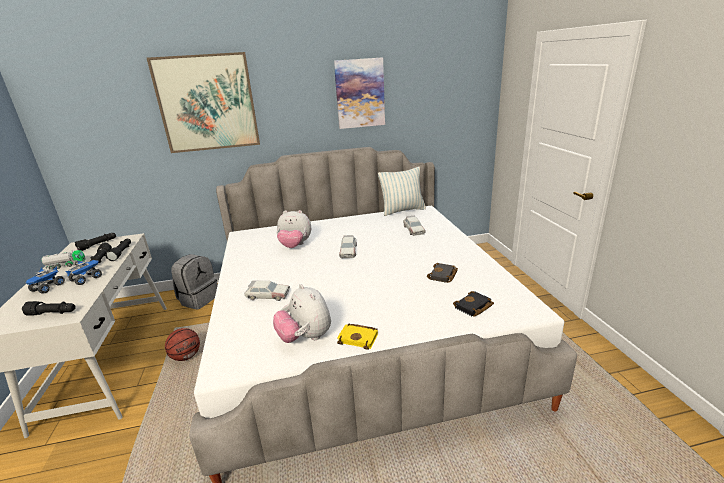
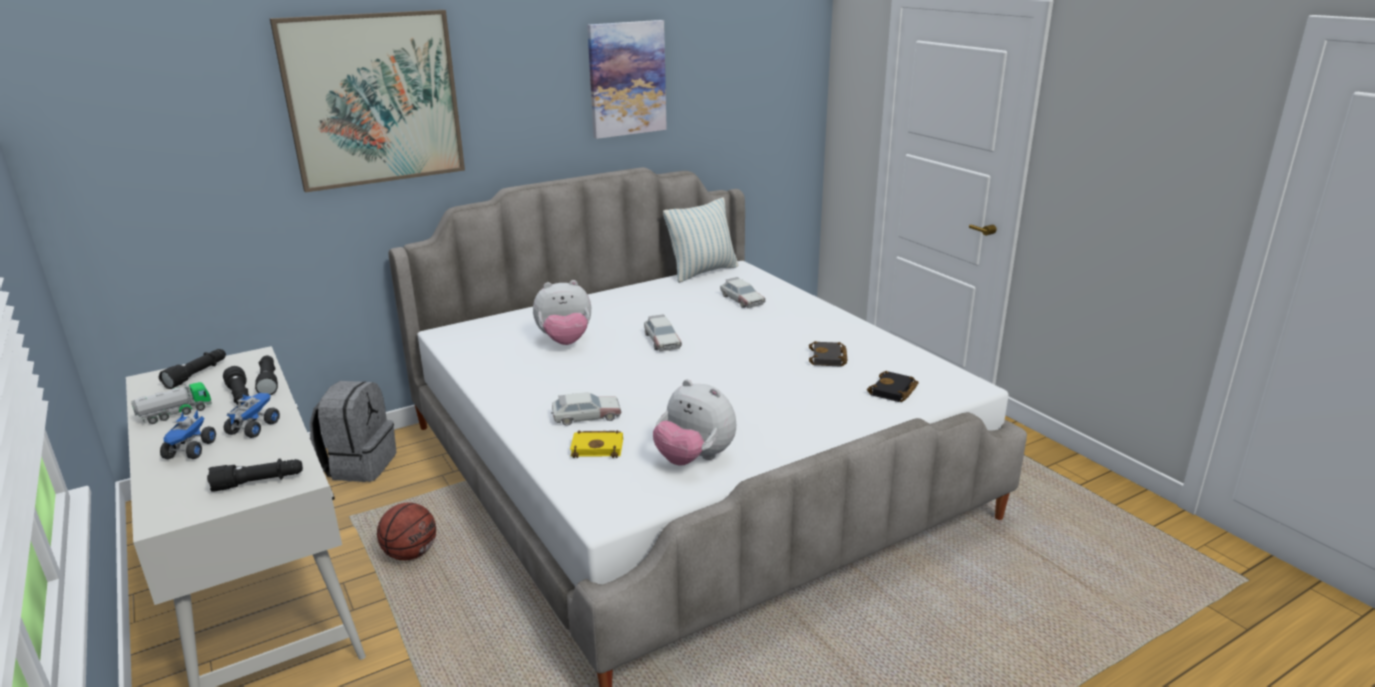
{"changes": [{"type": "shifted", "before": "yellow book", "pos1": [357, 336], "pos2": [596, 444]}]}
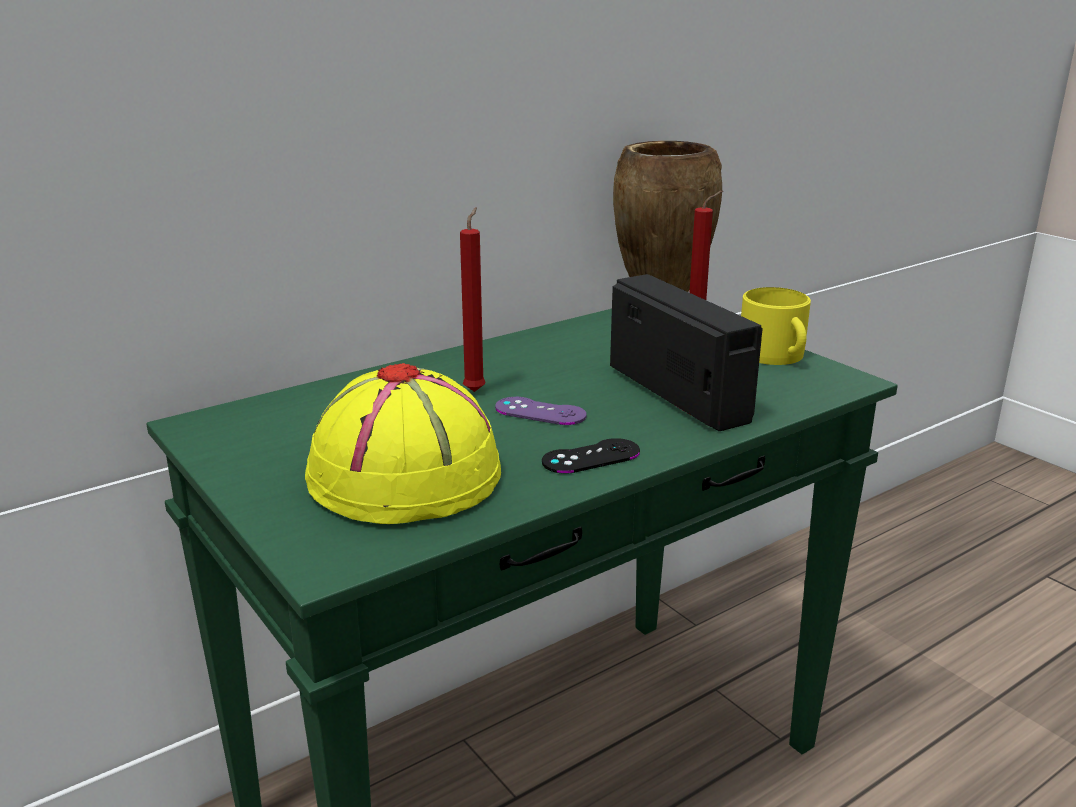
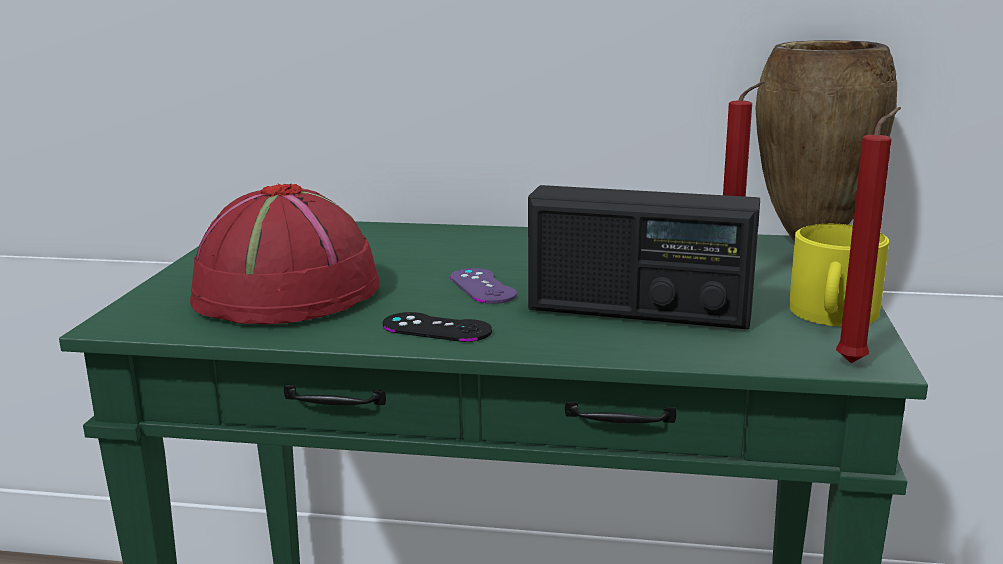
{"changes": [{"type": "repainted", "before": "yellow hat", "after": "red hat", "pos1": [403, 443], "pos2": [285, 254]}, {"type": "shifted", "before": "red candle", "pos1": [472, 299], "pos2": [868, 235]}, {"type": "rotated", "before": "radio", "pos1": [686, 352], "pos2": [644, 257], "turn": 90}]}
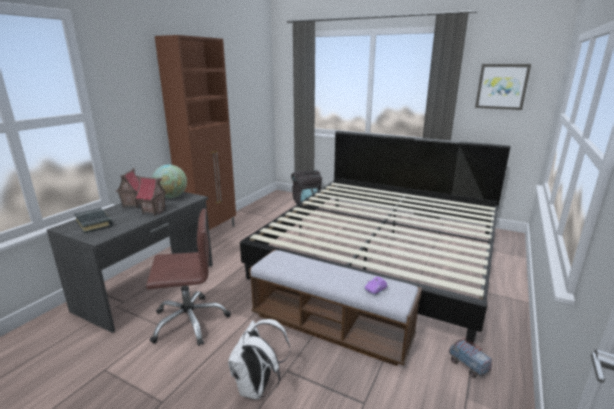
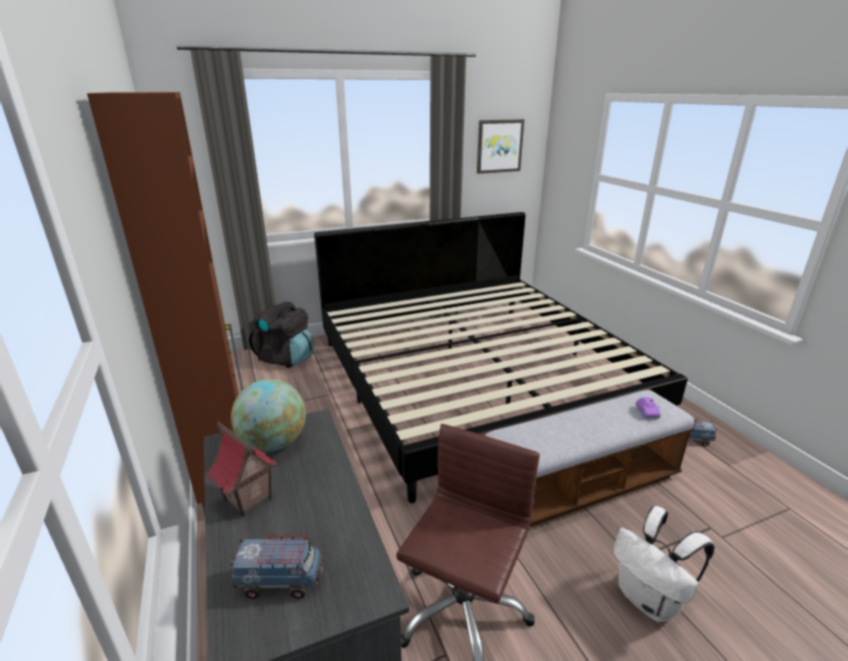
{"changes": [{"type": "swapped", "before": "black book", "after": "toy truck", "pos1": [93, 220], "pos2": [277, 566]}, {"type": "gone", "before": "toy house", "pos1": [151, 196]}]}
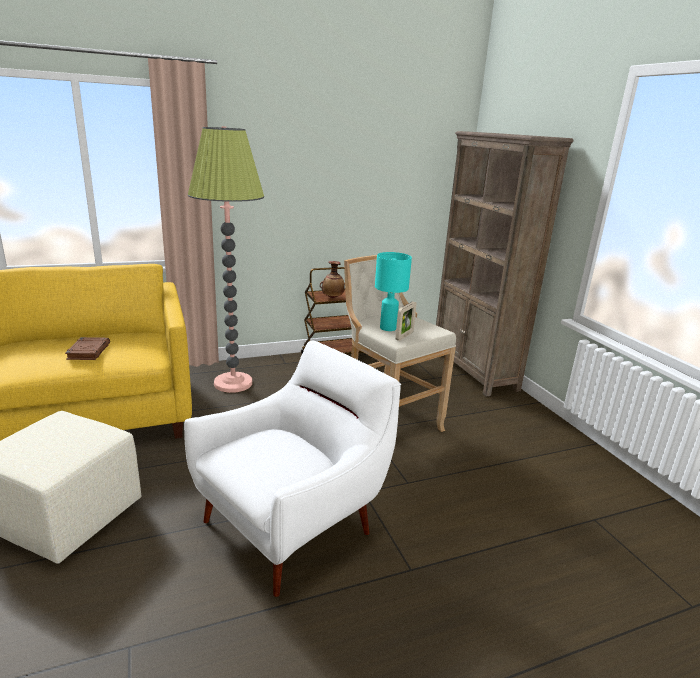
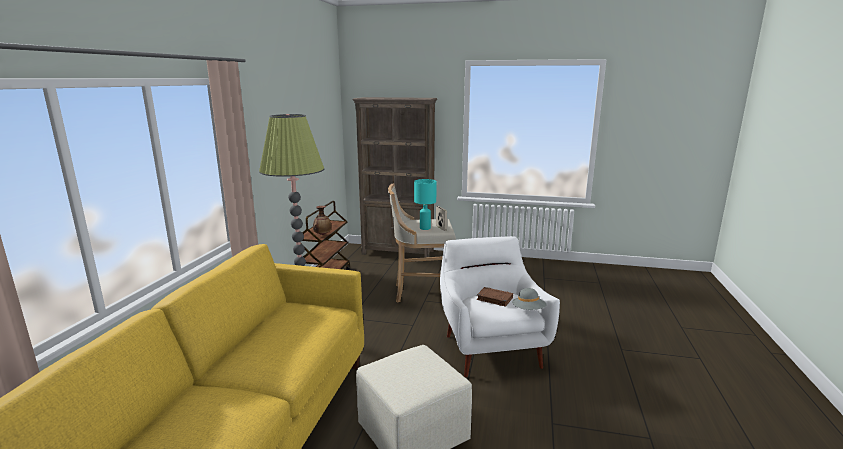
{"changes": [{"type": "shifted", "before": "brown book", "pos1": [87, 348], "pos2": [495, 297]}, {"type": "new", "after": "grey hat", "pos2": [529, 299]}]}
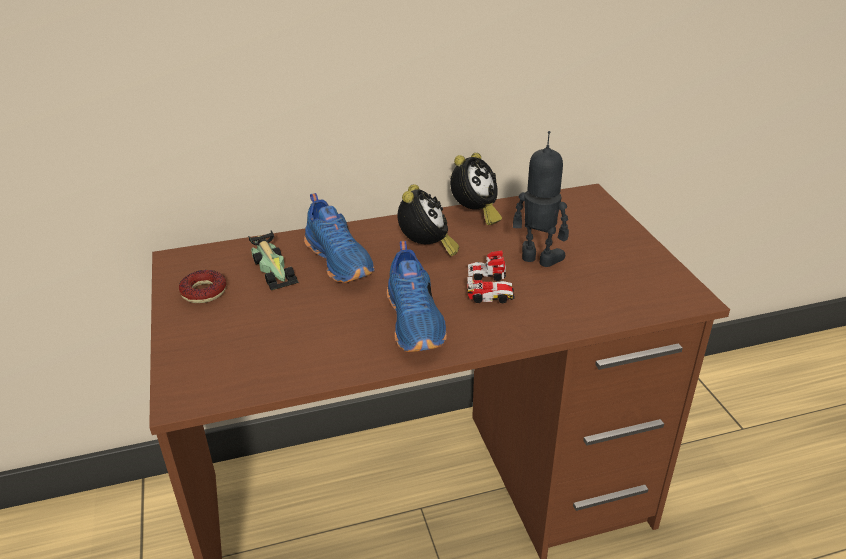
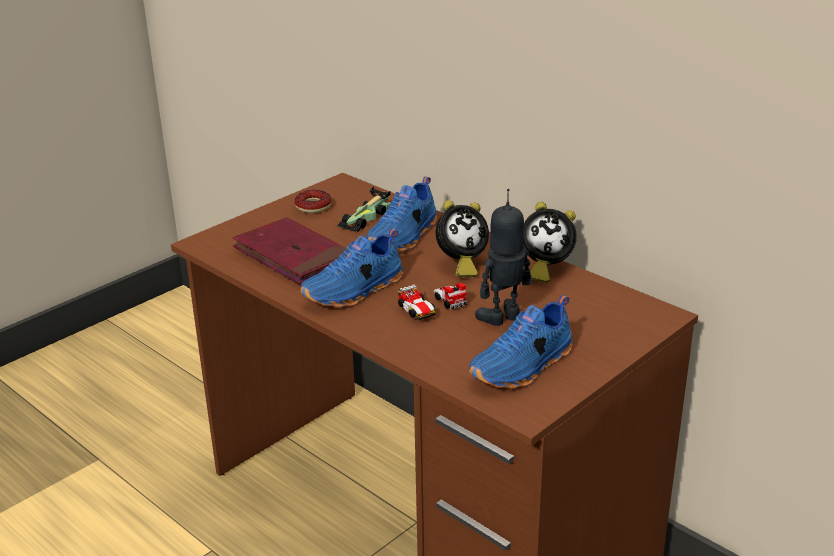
{"changes": [{"type": "rotated", "before": "toy robot", "pos1": [541, 199], "pos2": [503, 257], "turn": -120}, {"type": "new", "after": "red book", "pos2": [290, 251]}, {"type": "new", "after": "blue shoe", "pos2": [521, 342]}]}
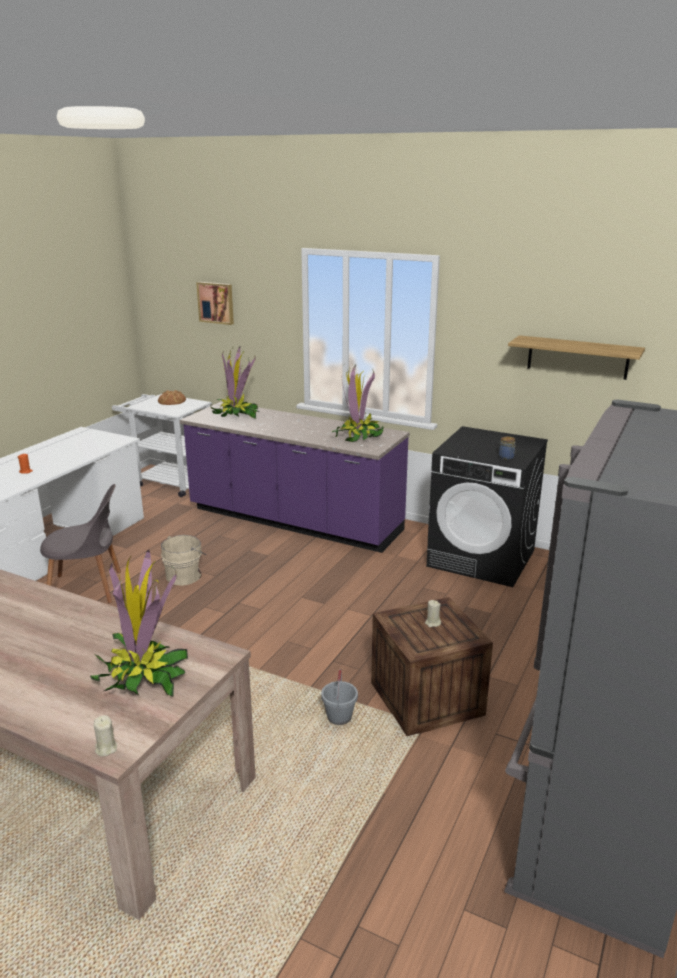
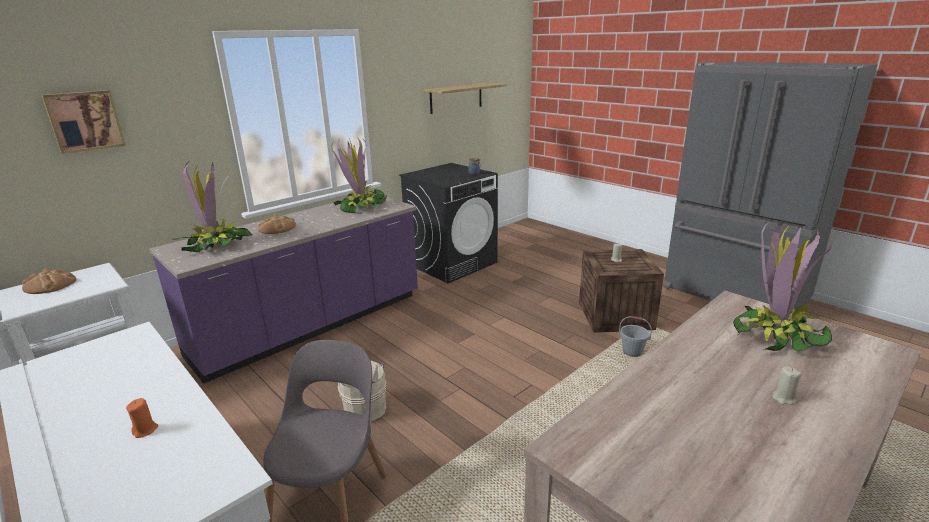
{"changes": [{"type": "shifted", "before": "beige candle", "pos1": [105, 735], "pos2": [787, 386]}, {"type": "new", "after": "bread", "pos2": [277, 224]}]}
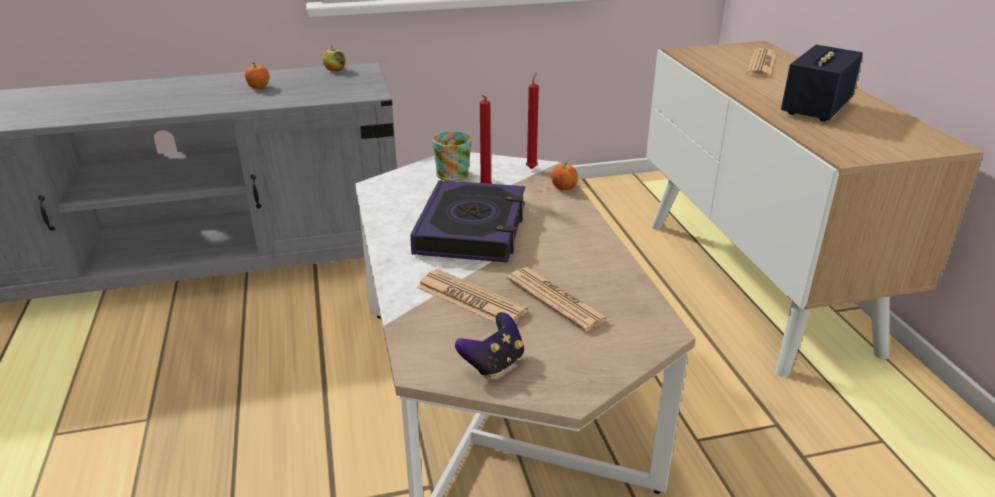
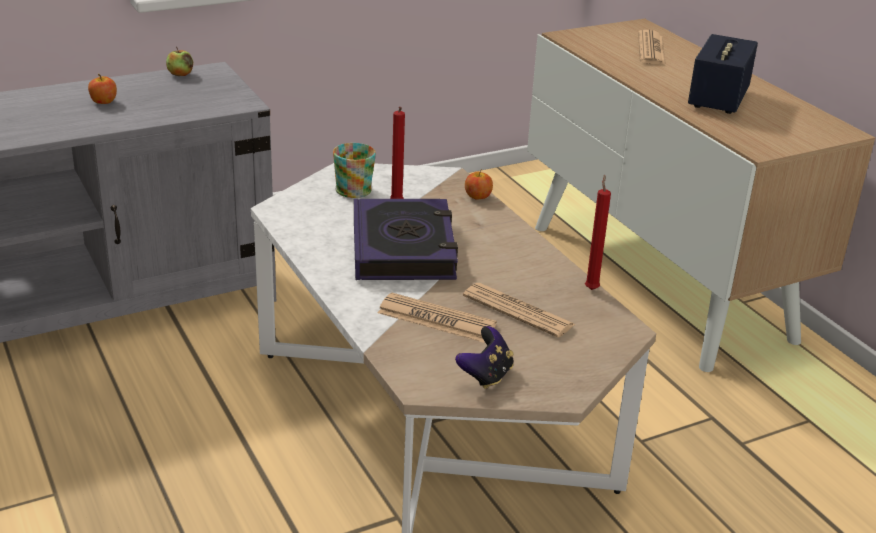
{"changes": [{"type": "shifted", "before": "red candle", "pos1": [532, 121], "pos2": [598, 232]}]}
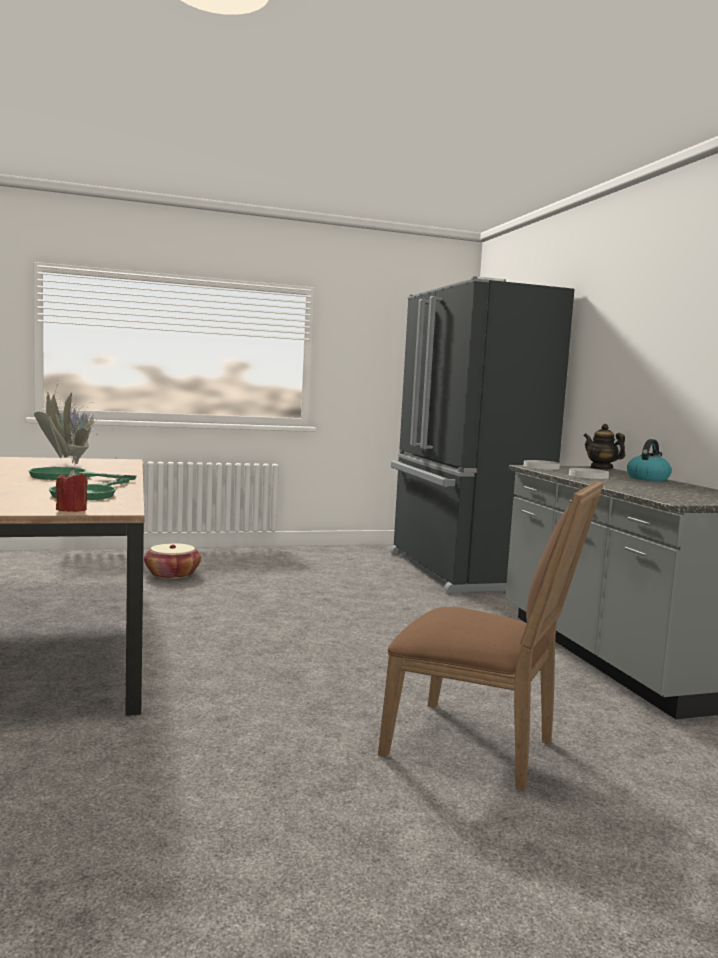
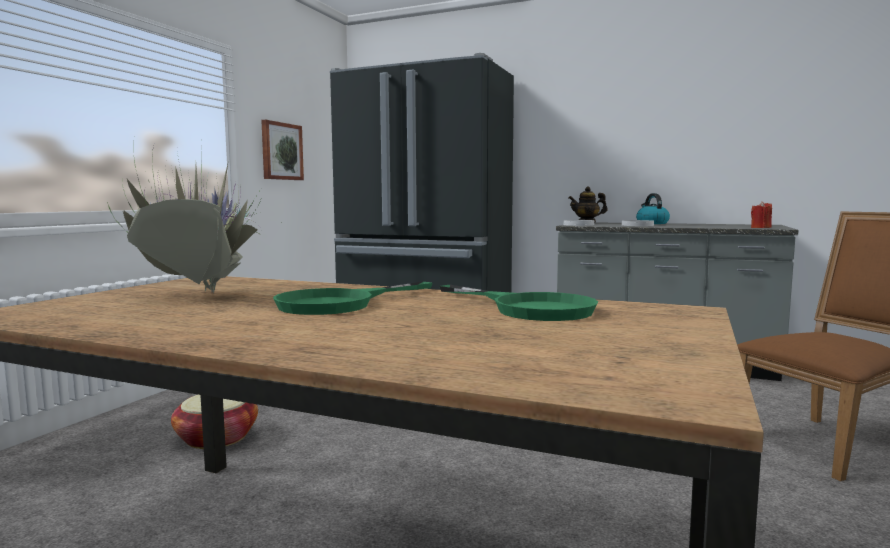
{"changes": [{"type": "shifted", "before": "red candle", "pos1": [72, 491], "pos2": [761, 214]}, {"type": "new", "after": "picture", "pos2": [282, 150]}]}
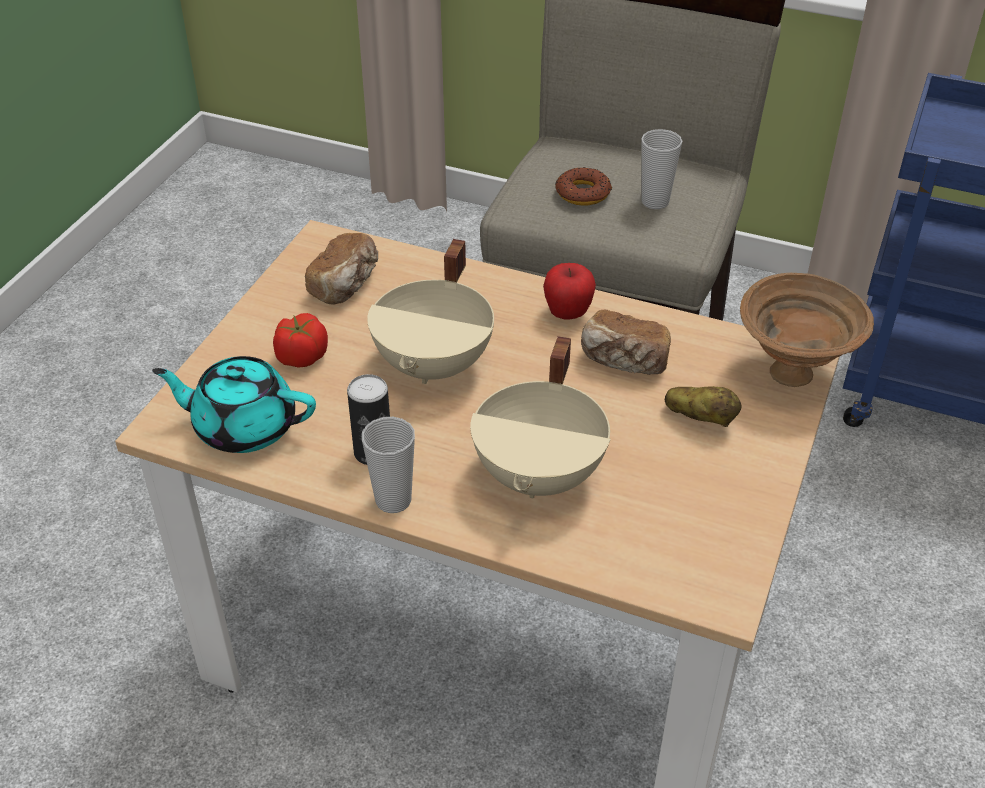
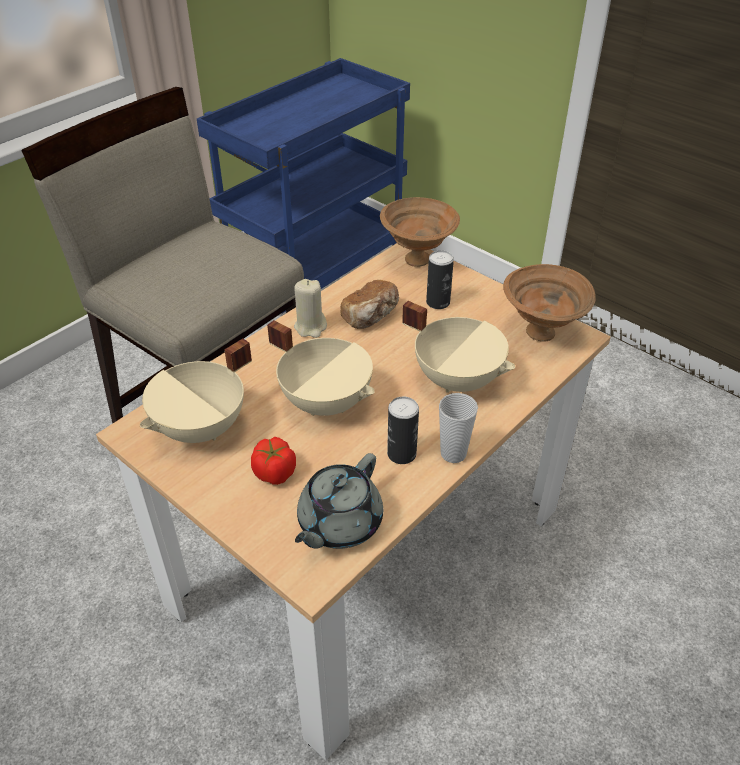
{"changes": [{"type": "repainted", "before": "turquoise teapot", "after": "grey teapot", "pos1": [234, 404], "pos2": [339, 501]}, {"type": "swapped", "before": "bread", "after": "beige cooking pot", "pos1": [341, 268], "pos2": [196, 390]}, {"type": "swapped", "before": "apple", "after": "beige candle", "pos1": [569, 291], "pos2": [310, 308]}, {"type": "gone", "before": "donut", "pos1": [583, 186]}, {"type": "gone", "before": "cup", "pos1": [661, 169]}, {"type": "swapped", "before": "potato", "after": "can", "pos1": [703, 406], "pos2": [440, 279]}, {"type": "new", "after": "brown bowl", "pos2": [549, 303]}]}
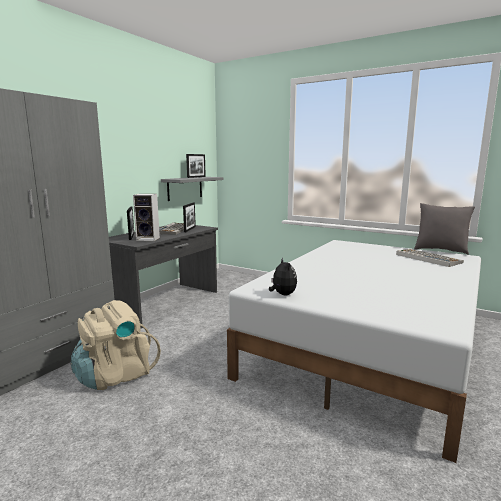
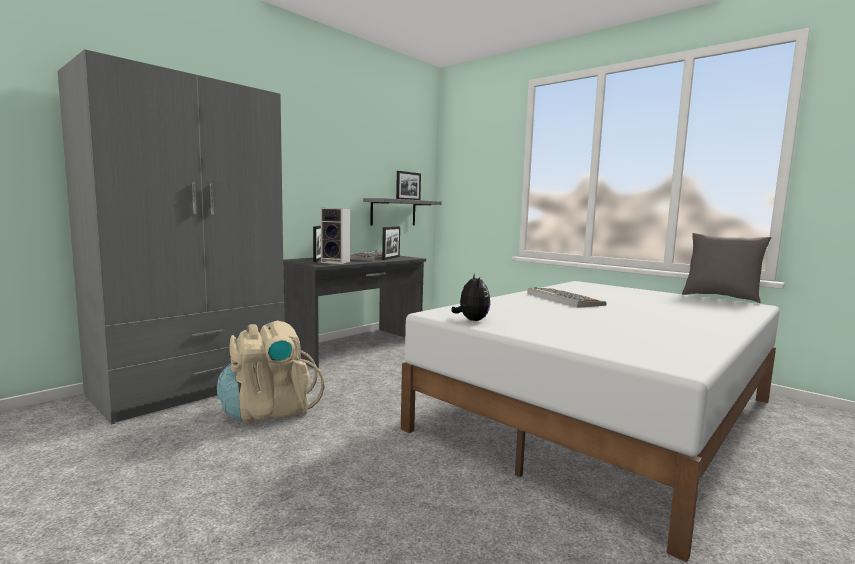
{"changes": [{"type": "shifted", "before": "keyboard", "pos1": [430, 258], "pos2": [567, 297]}]}
